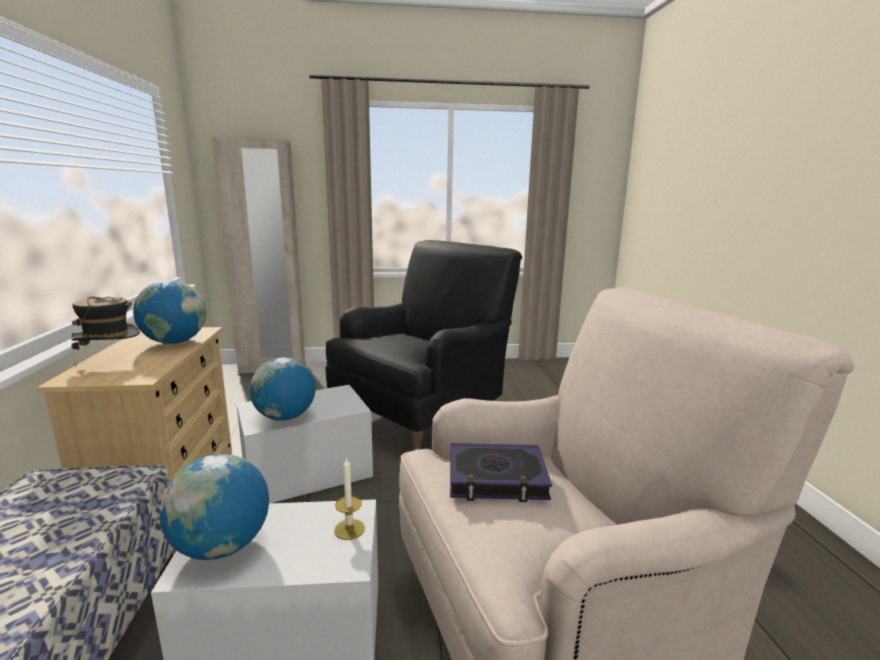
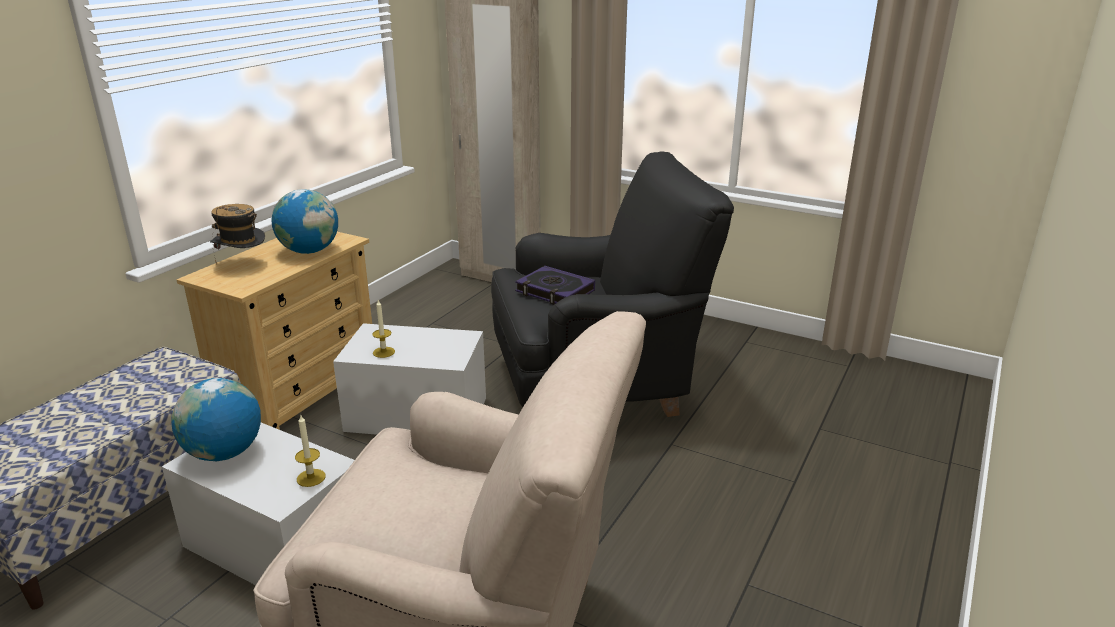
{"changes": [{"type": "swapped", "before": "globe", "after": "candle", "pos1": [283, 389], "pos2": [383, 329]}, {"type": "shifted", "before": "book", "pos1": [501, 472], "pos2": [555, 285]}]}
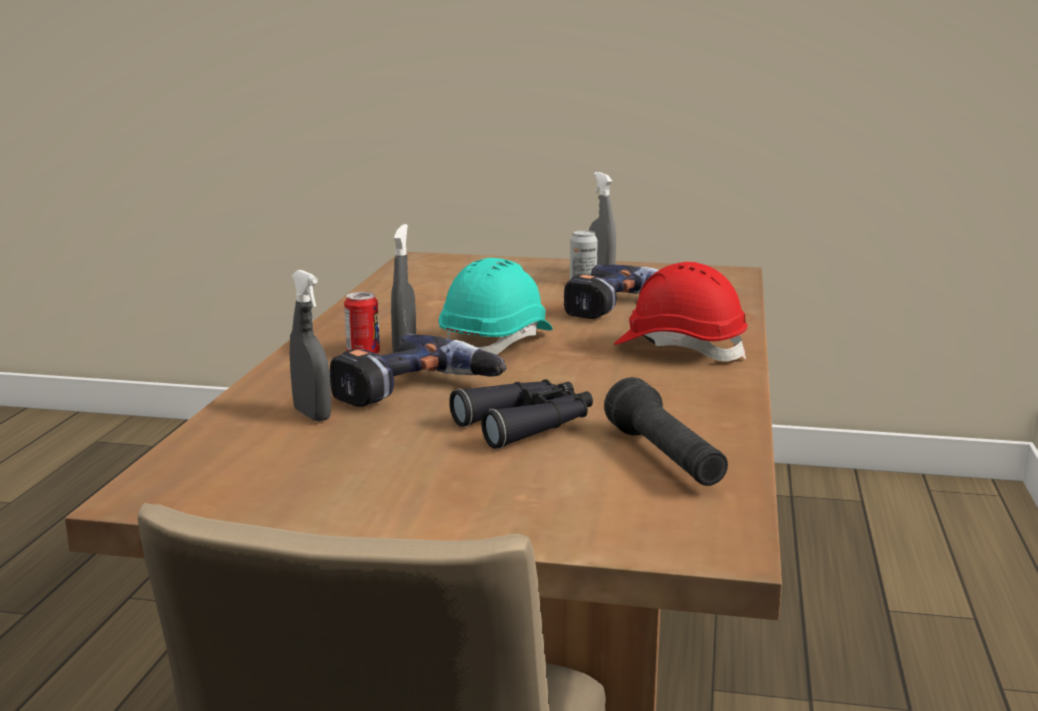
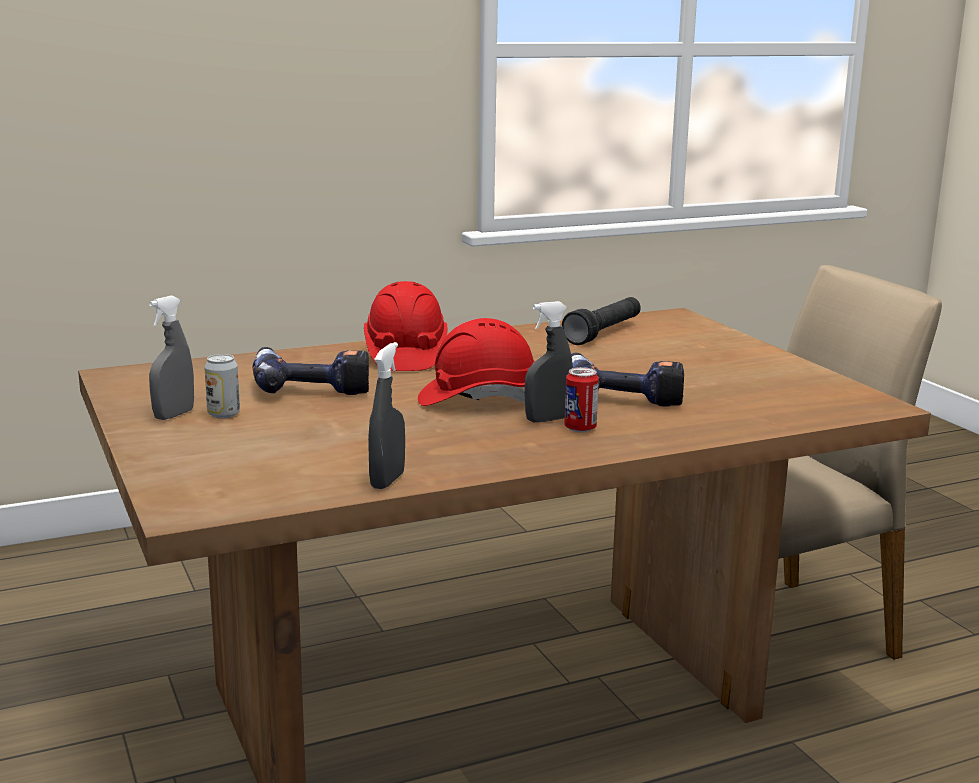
{"changes": [{"type": "shifted", "before": "grey spray bottle", "pos1": [310, 345], "pos2": [386, 415]}, {"type": "repainted", "before": "turquoise hard hat", "after": "red hard hat", "pos1": [496, 306], "pos2": [476, 362]}, {"type": "gone", "before": "black binoculars", "pos1": [521, 414]}]}
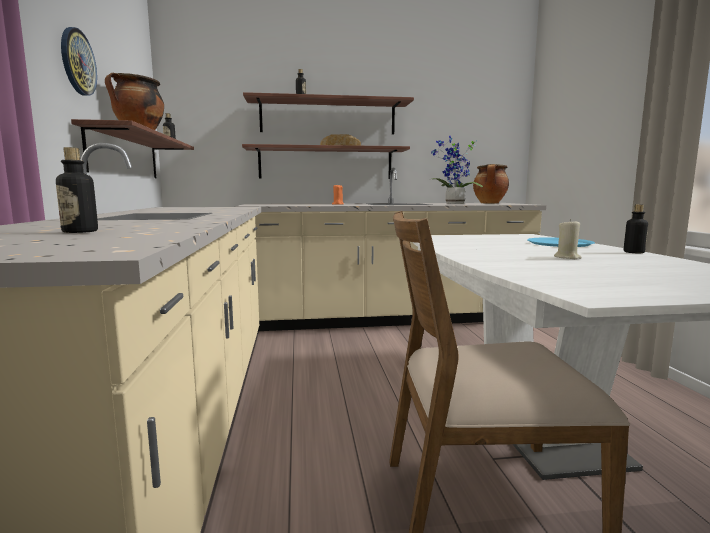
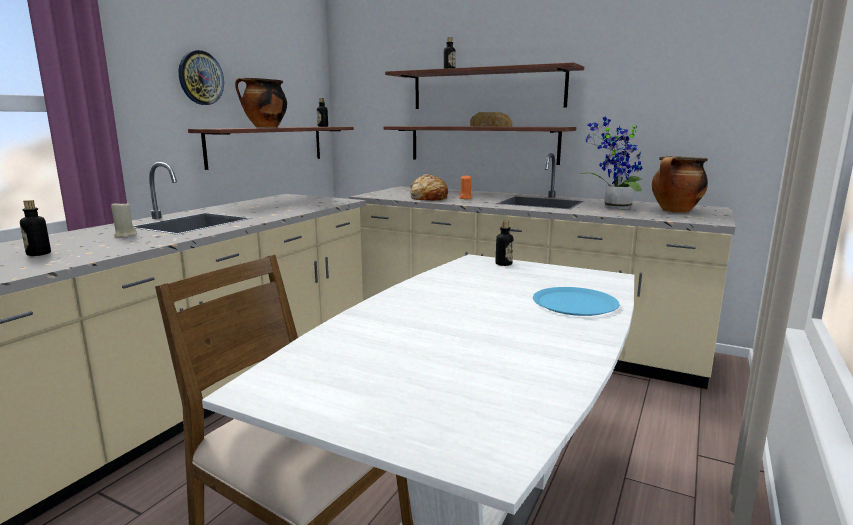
{"changes": [{"type": "shifted", "before": "beige candle", "pos1": [568, 239], "pos2": [124, 219]}, {"type": "shifted", "before": "bottle", "pos1": [636, 228], "pos2": [504, 243]}, {"type": "new", "after": "bread", "pos2": [429, 187]}]}
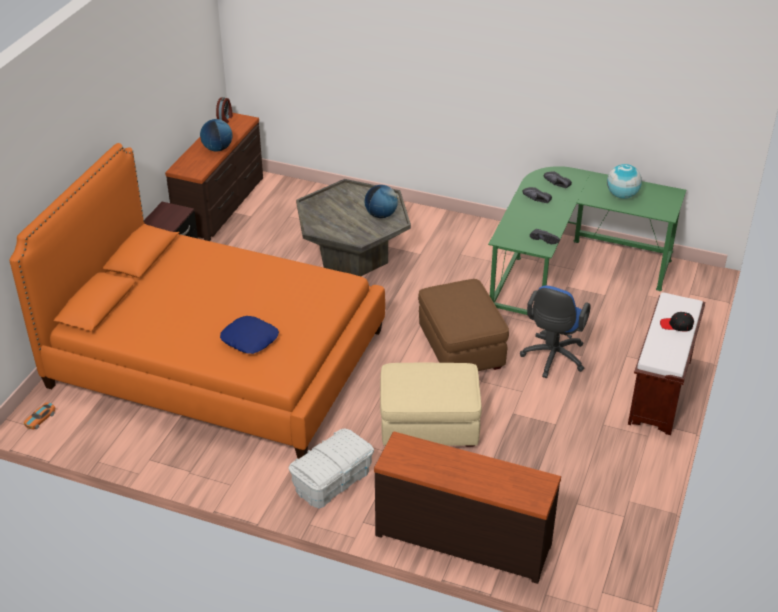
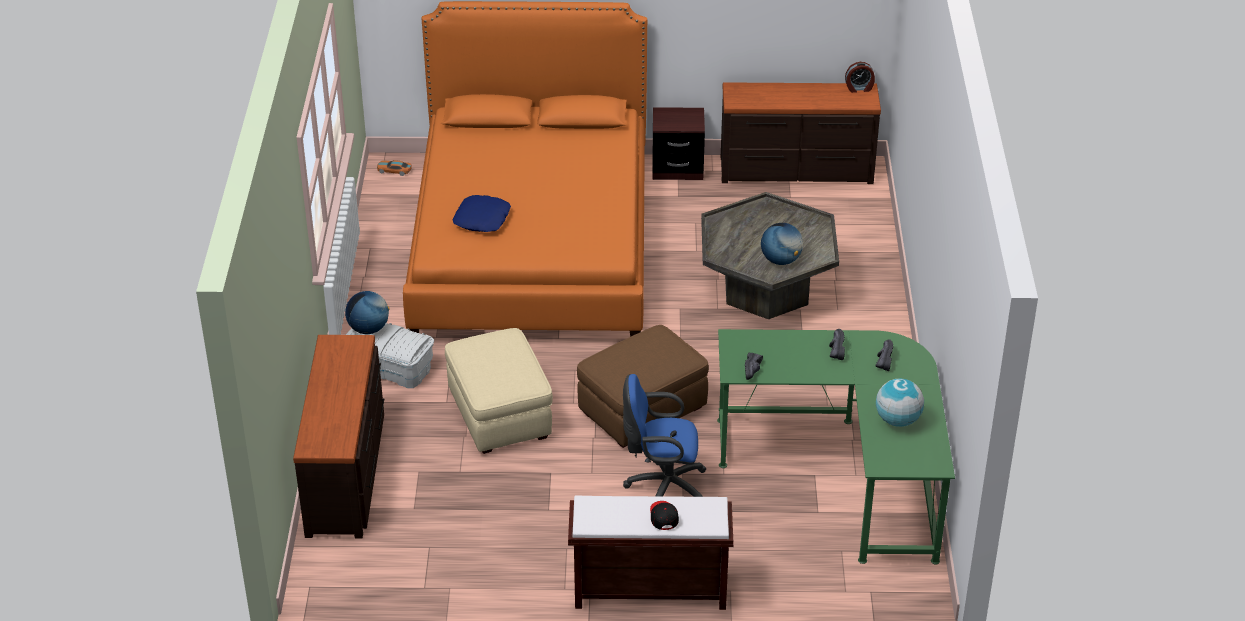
{"changes": [{"type": "shifted", "before": "globe", "pos1": [216, 135], "pos2": [367, 312]}]}
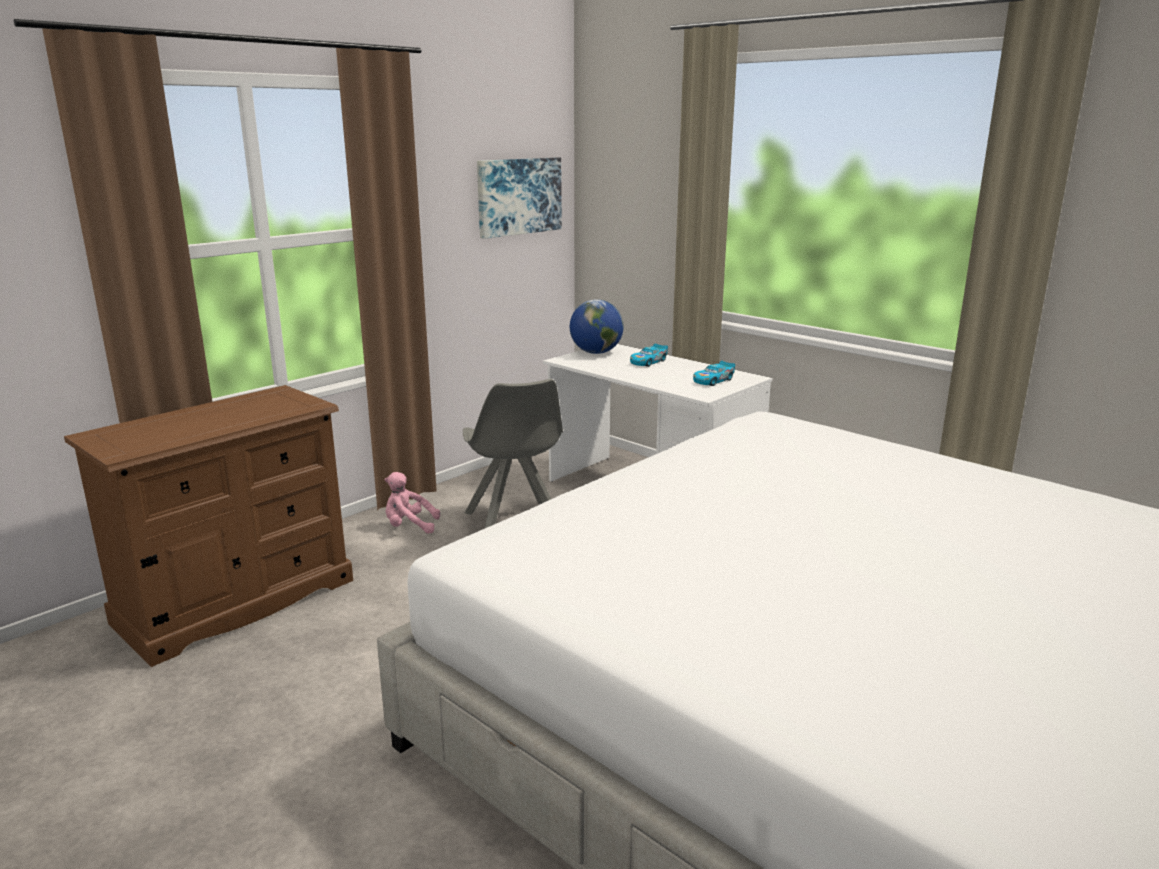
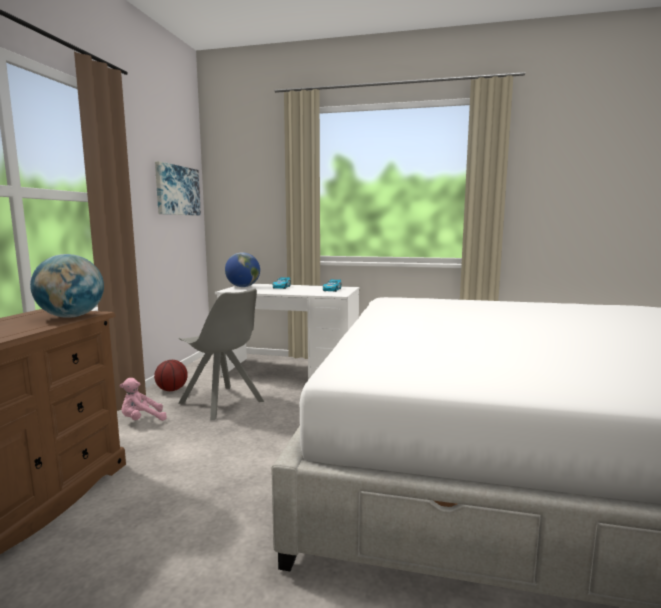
{"changes": [{"type": "new", "after": "globe", "pos2": [67, 286]}, {"type": "new", "after": "basketball", "pos2": [171, 375]}]}
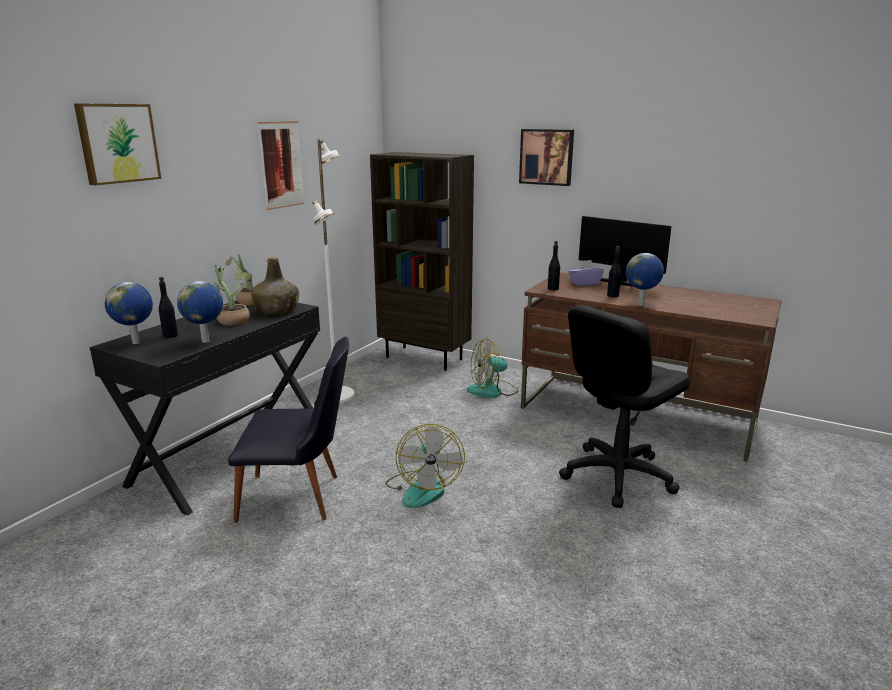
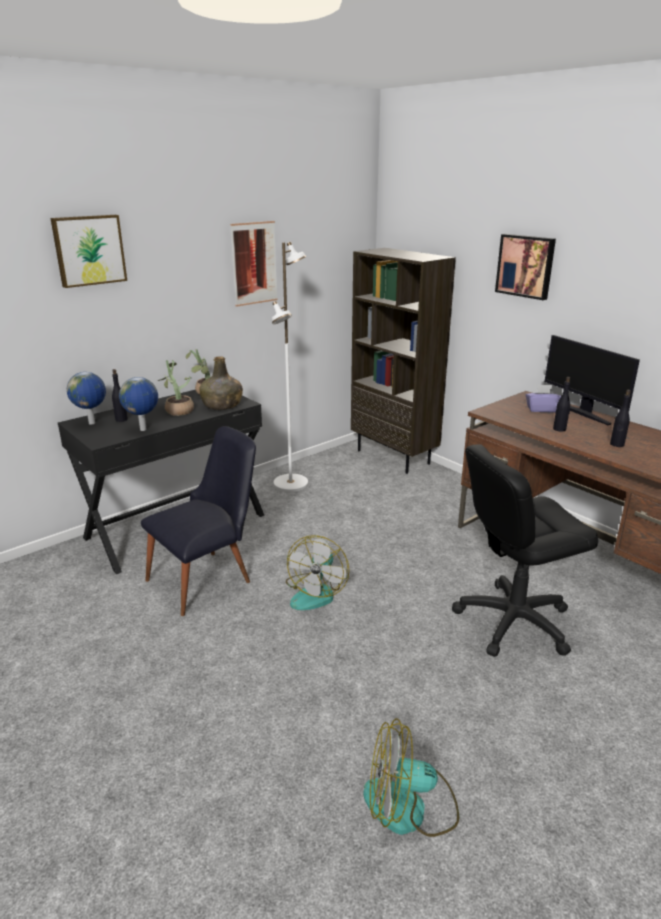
{"changes": [{"type": "rotated", "before": "black chair", "pos1": [288, 430], "pos2": [198, 521], "turn": -60}, {"type": "shifted", "before": "fan", "pos1": [492, 368], "pos2": [411, 777]}, {"type": "shifted", "before": "black bottle", "pos1": [554, 265], "pos2": [620, 418]}, {"type": "gone", "before": "globe", "pos1": [645, 279]}]}
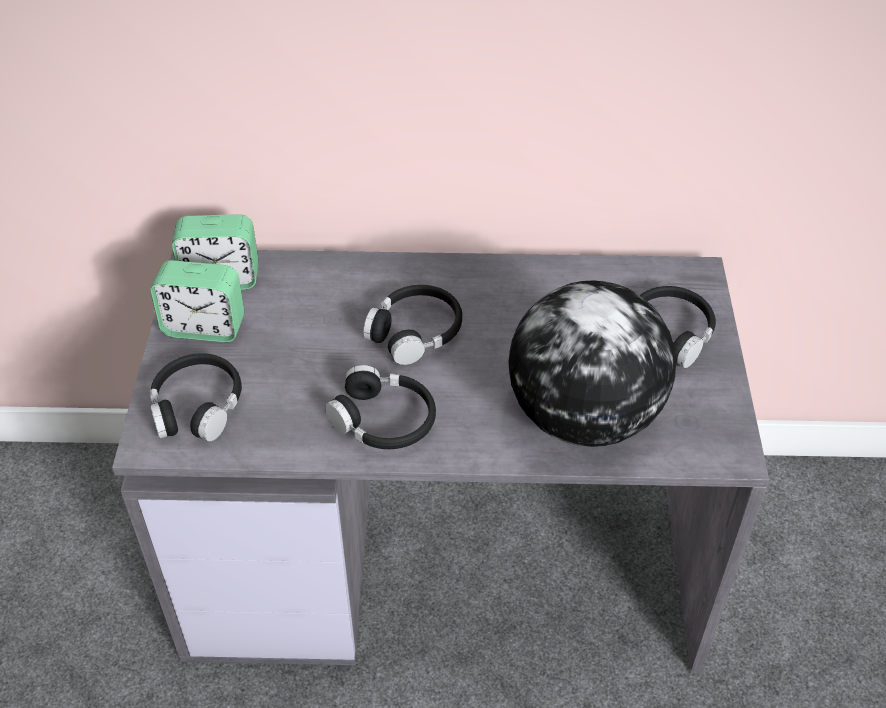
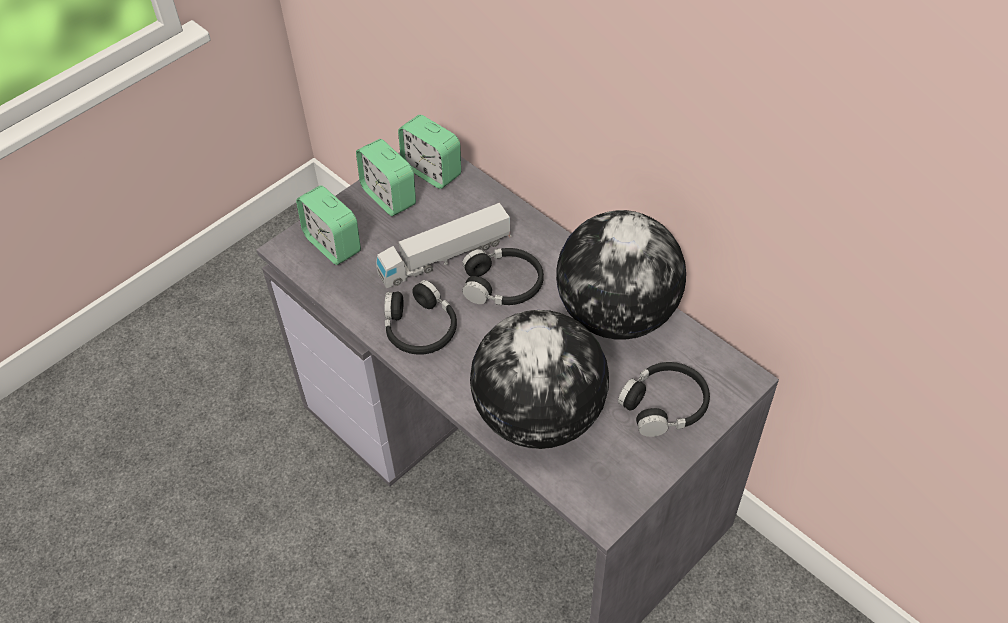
{"changes": [{"type": "swapped", "before": "black headphones", "after": "alarm clock", "pos1": [196, 397], "pos2": [328, 225]}, {"type": "new", "after": "toy truck", "pos2": [444, 245]}, {"type": "new", "after": "globe", "pos2": [621, 275]}]}
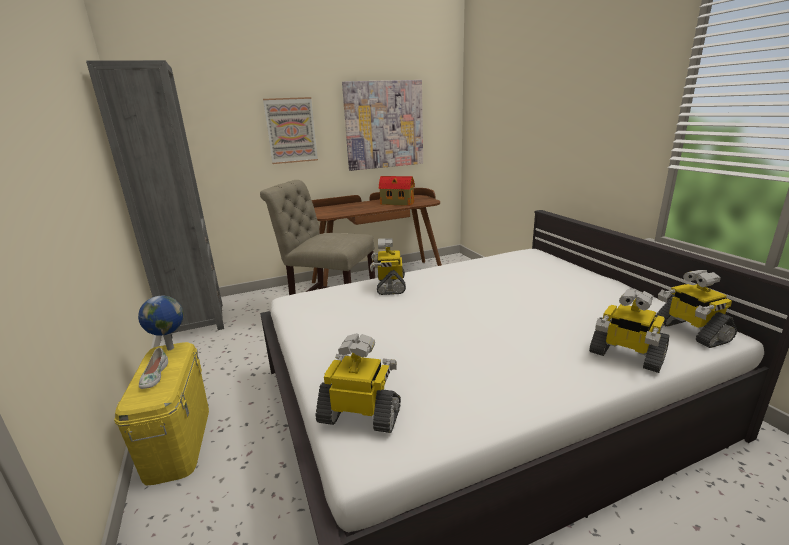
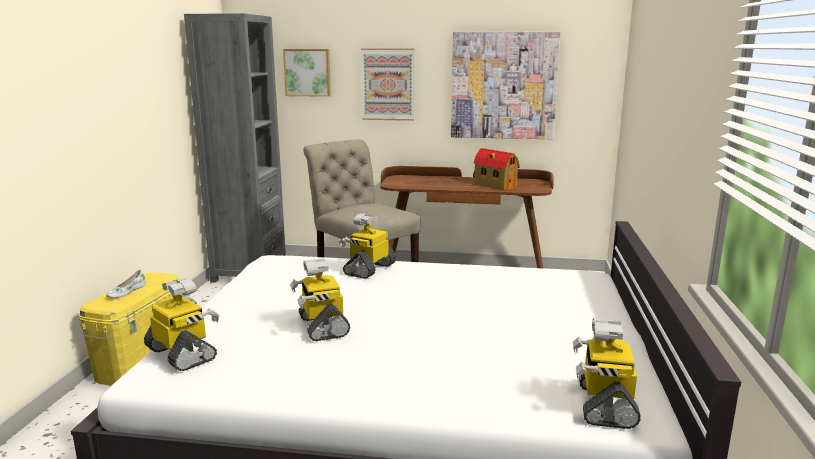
{"changes": [{"type": "gone", "before": "globe", "pos1": [161, 323]}, {"type": "shifted", "before": "toy robot", "pos1": [629, 331], "pos2": [320, 300]}, {"type": "new", "after": "picture", "pos2": [307, 73]}]}
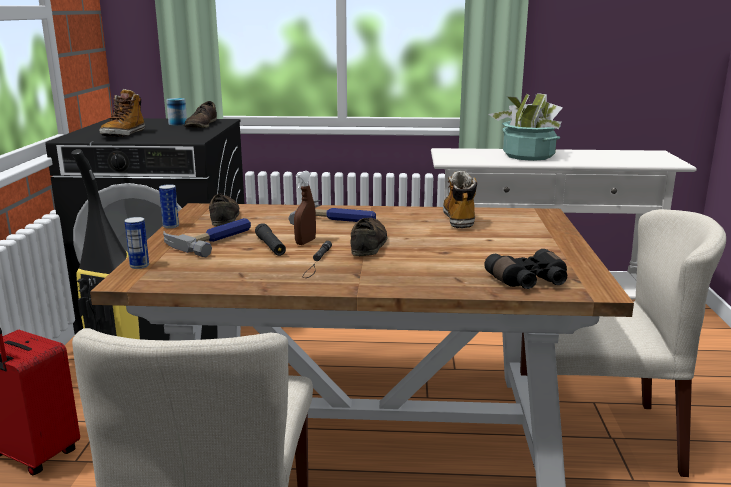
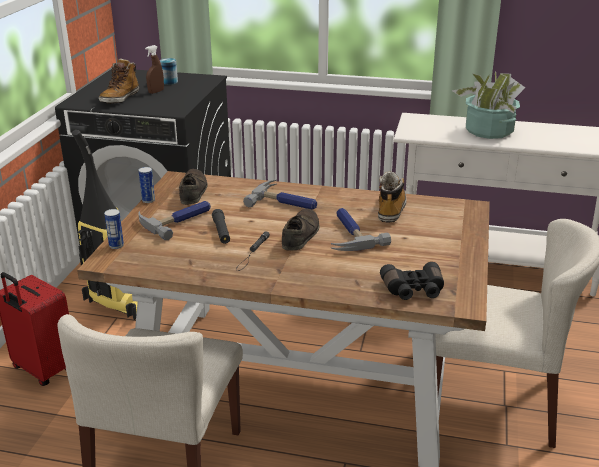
{"changes": [{"type": "gone", "before": "brown shoe", "pos1": [201, 114]}, {"type": "shifted", "before": "brown spray bottle", "pos1": [305, 208], "pos2": [154, 69]}, {"type": "new", "after": "hammer", "pos2": [361, 229]}]}
